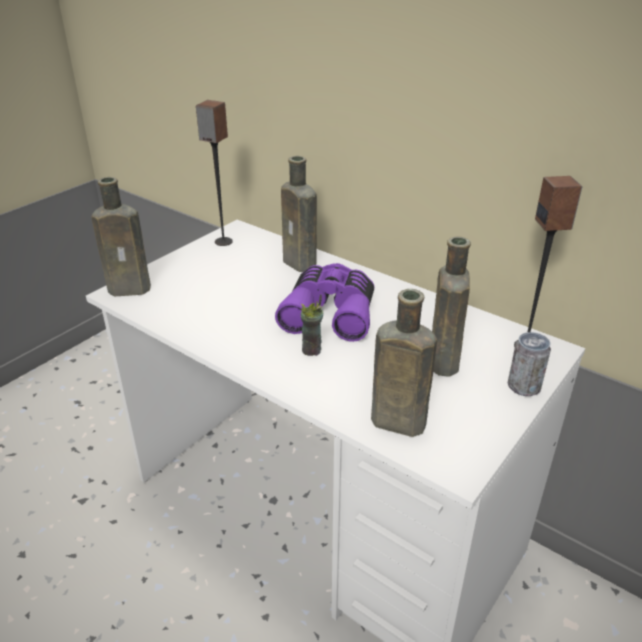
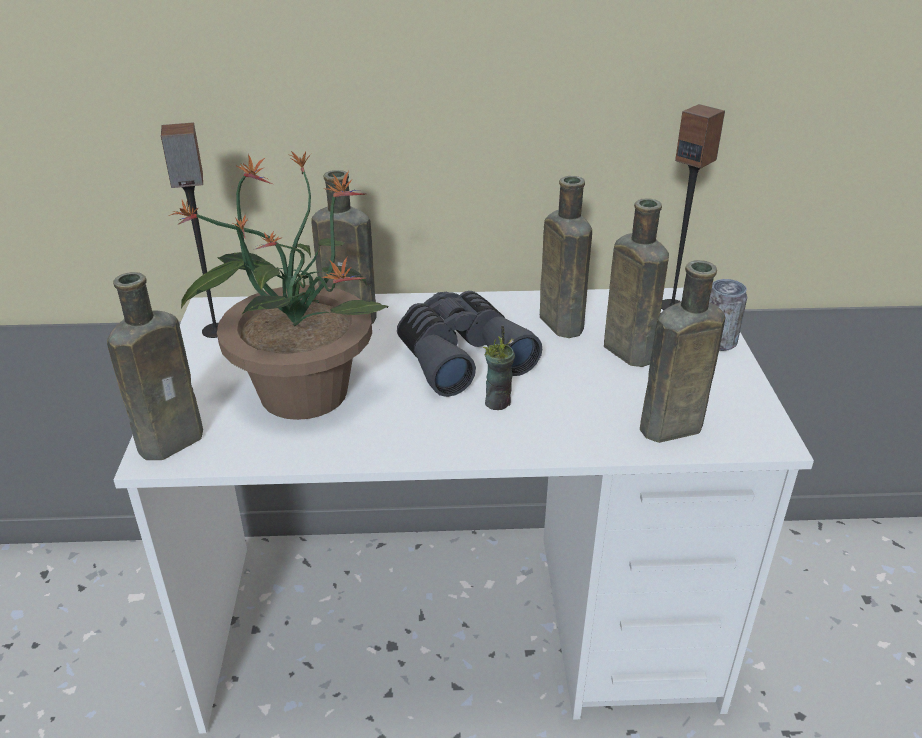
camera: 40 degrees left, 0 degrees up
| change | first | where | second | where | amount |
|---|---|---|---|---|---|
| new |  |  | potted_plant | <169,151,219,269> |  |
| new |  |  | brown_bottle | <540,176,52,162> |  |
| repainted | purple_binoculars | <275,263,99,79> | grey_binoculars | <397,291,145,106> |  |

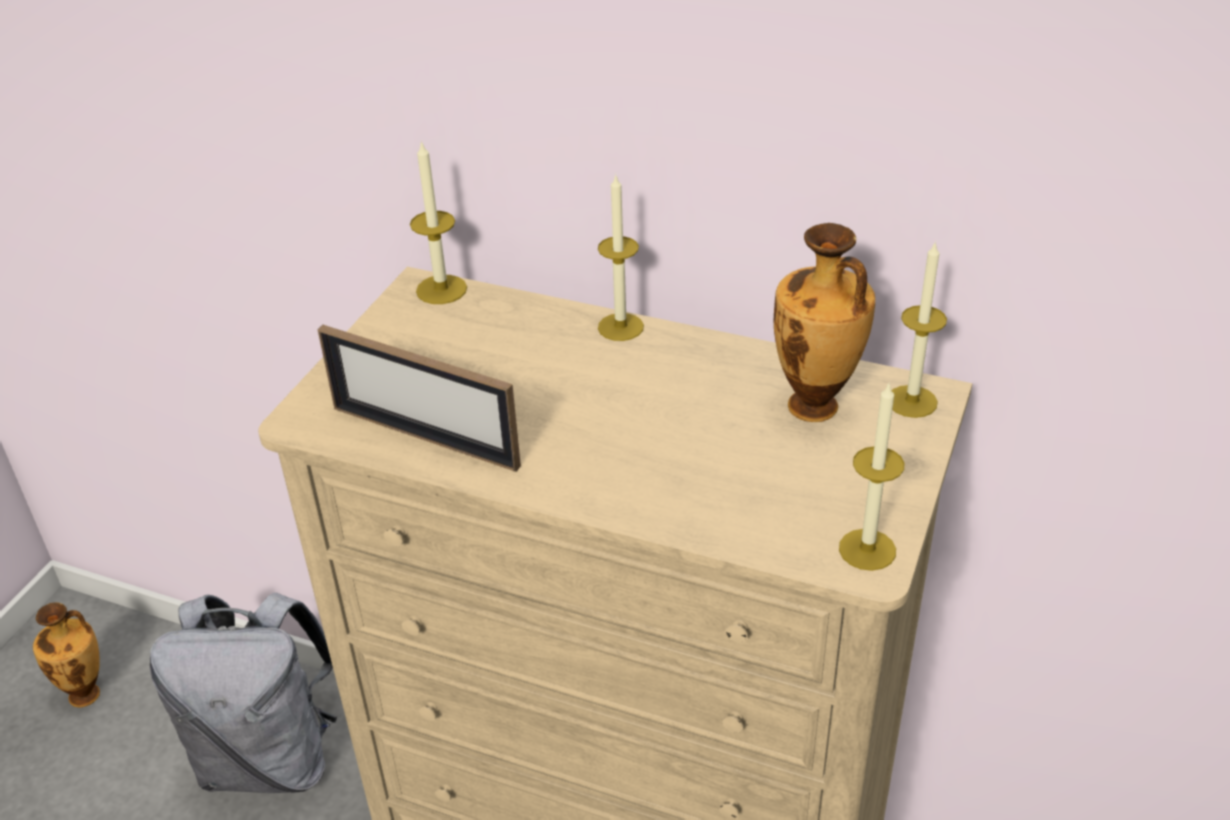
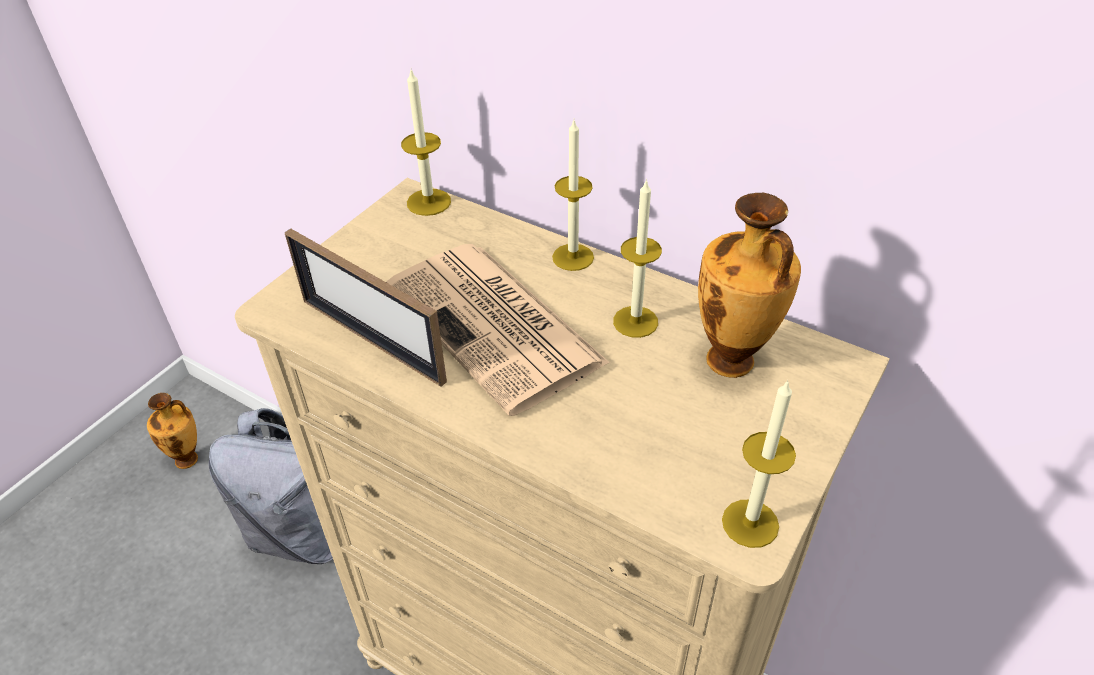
camera: 10 degrees right, 5 degrees up
| change | first | where | second | where | amount |
|---|---|---|---|---|---|
| new |  |  | newspaper | <386,244,224,172> |  |
| shifted | candle | <892,241,55,177> |  | <613,179,49,159> |  |

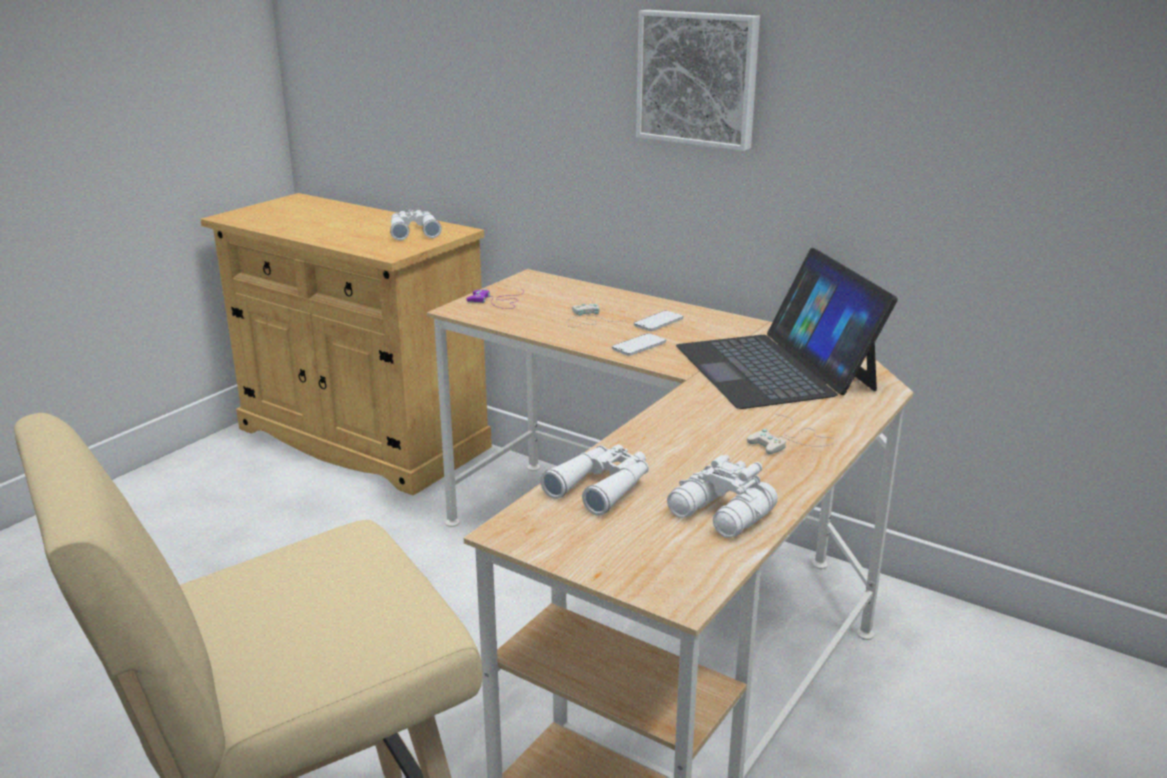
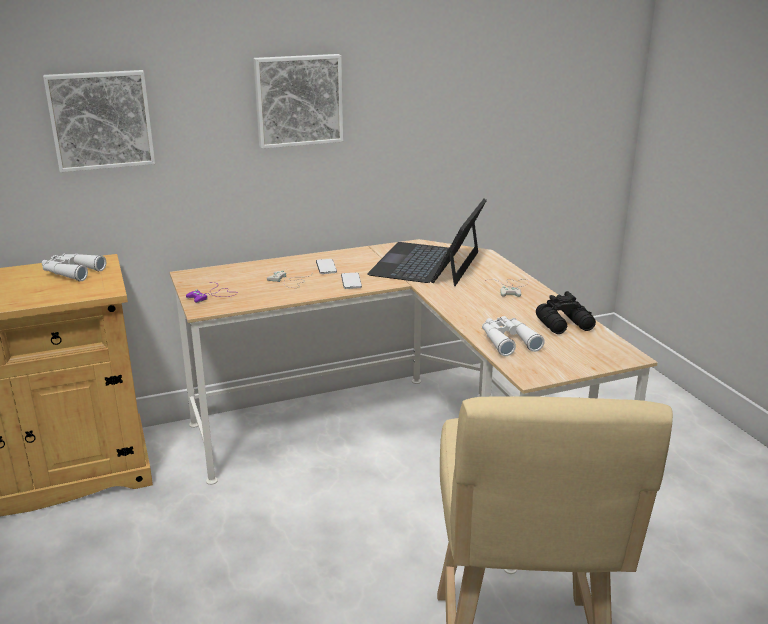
camera: 55 degrees left, 0 degrees up
| change | first | where | second | where | amount |
|---|---|---|---|---|---|
| new |  |  | wall_picture | <43,70,112,102> |  |
| repainted | whitish_binoculars | <667,455,111,83> | black_binoculars | <536,291,60,43> |  |
| rotated | notebook_computer | <676,248,222,161> |  | <367,199,120,87> | 90 degrees clockwise |

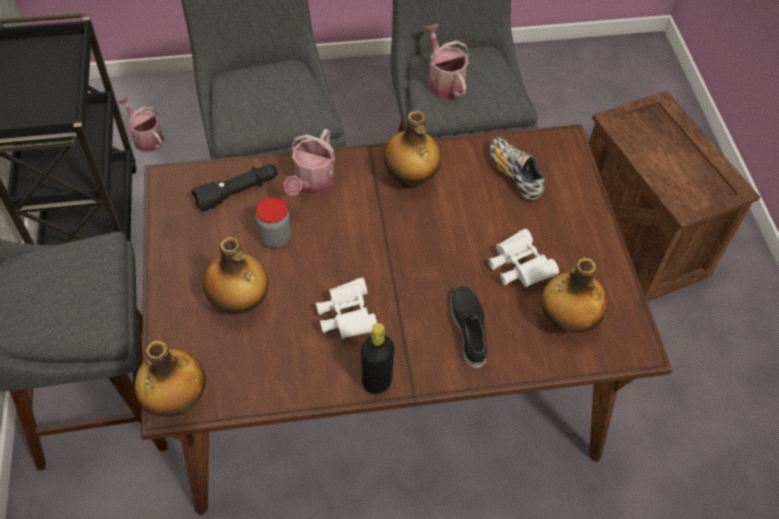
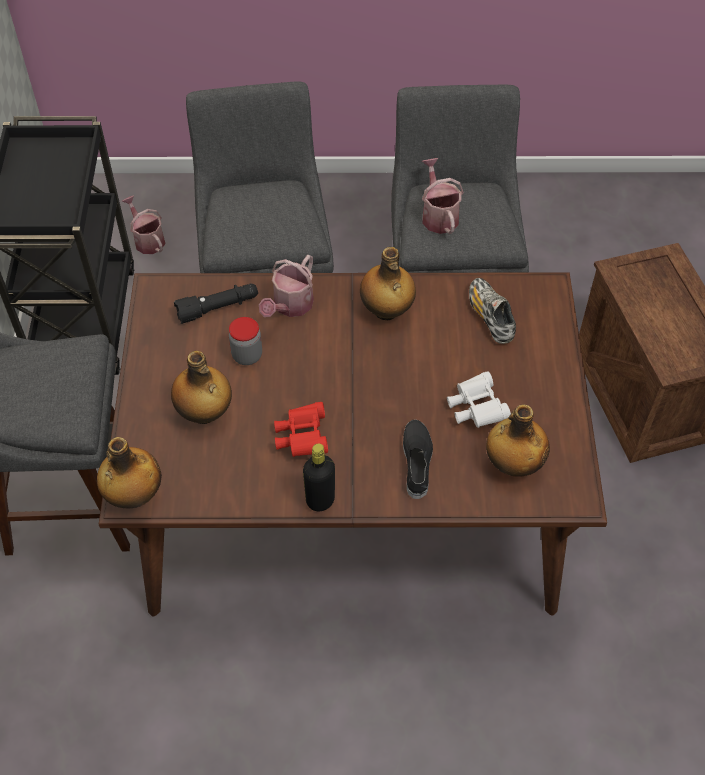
camera: 10 degrees right, 0 degrees up
| change | first | where | second | where | amount |
|---|---|---|---|---|---|
| repainted | whitish_binoculars | <316,278,61,61> | reddish_binoculars | <274,402,54,55> |  |

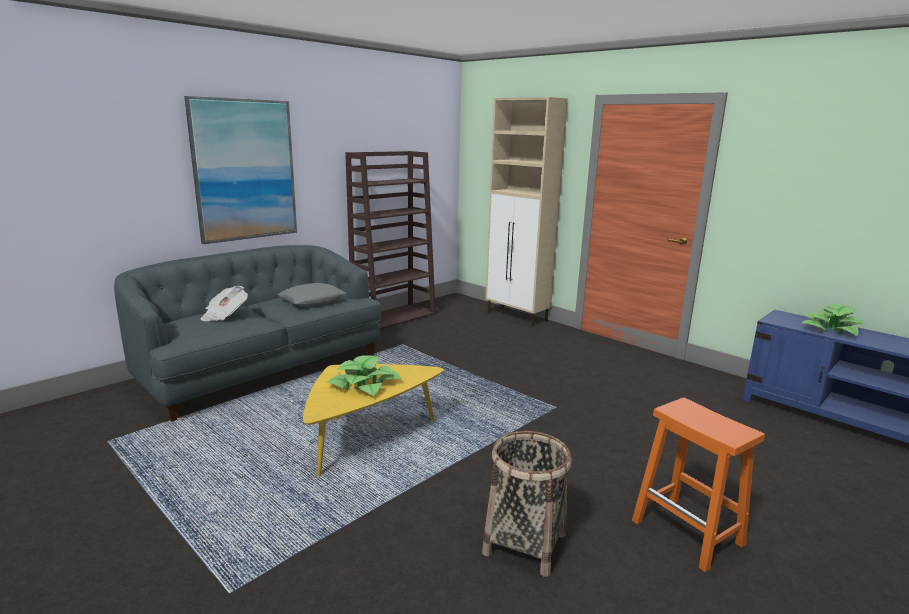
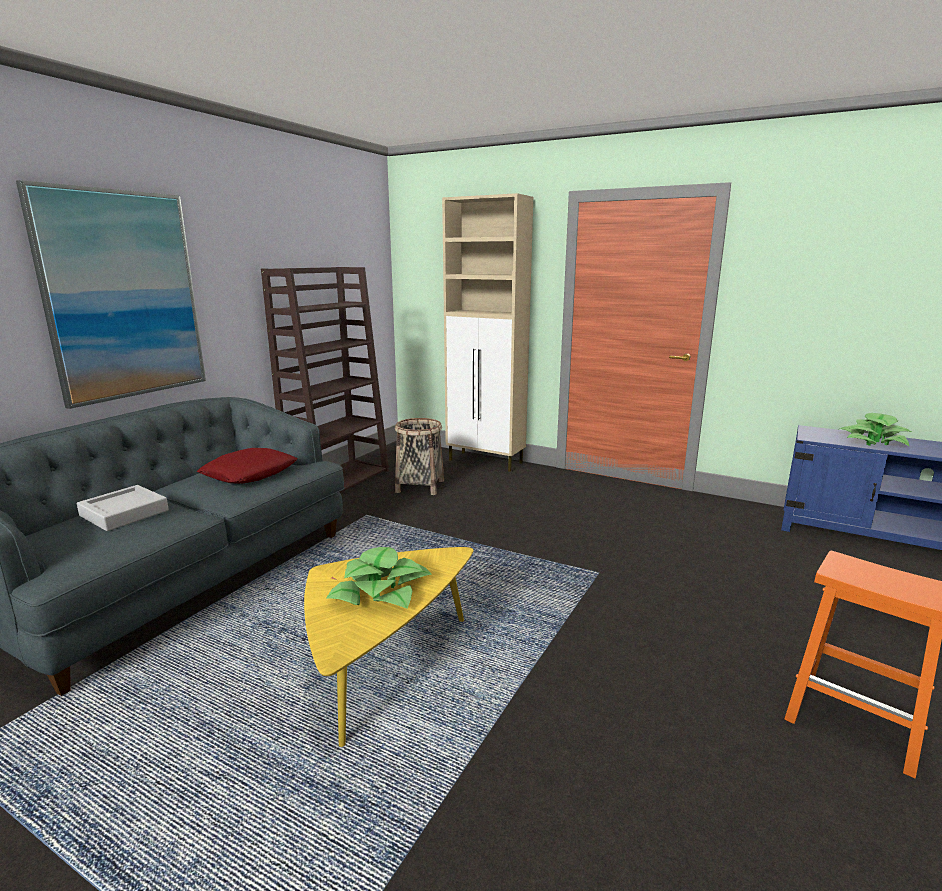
camera: 15 degrees left, 0 degrees up
| change | first | where | second | where | amount |
|---|---|---|---|---|---|
| shifted | basket | <482,431,90,145> |  | <395,418,49,77> |  |
| swapped | newspaper | <200,286,48,35> | grey_carrying_tray | <77,485,92,46> |  |
| repainted | grey_pillow | <277,283,70,23> | reddish_pillow | <197,448,101,36> |  |

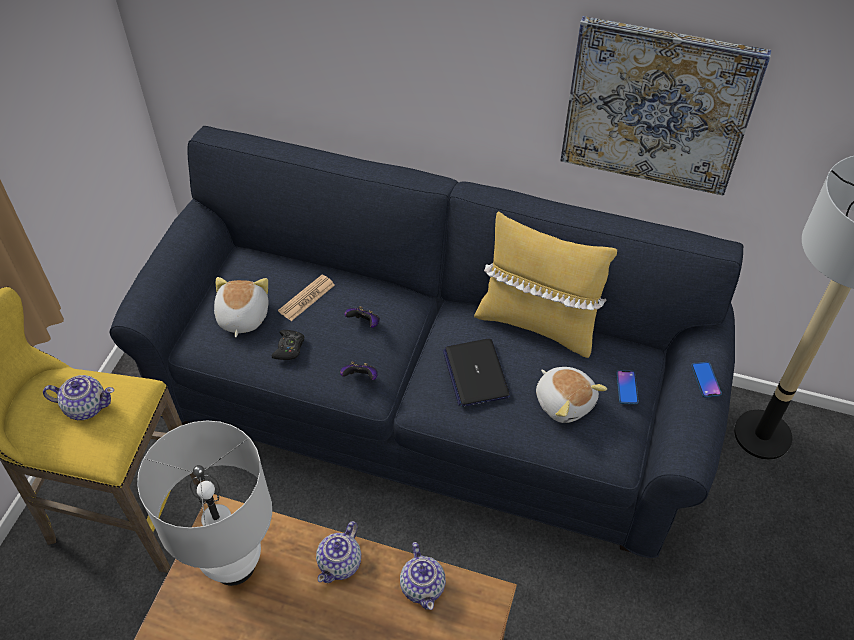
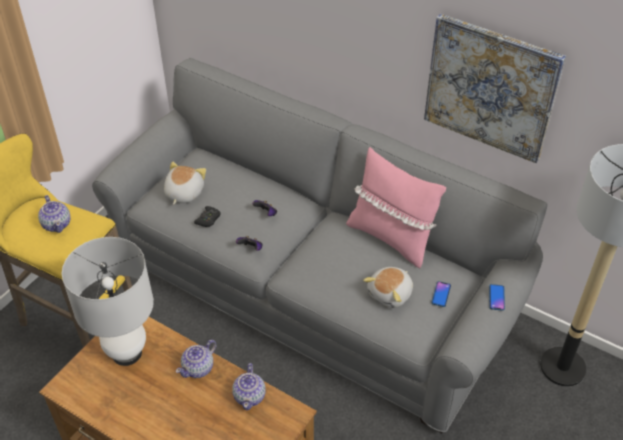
camera: 15 degrees right, 5 degrees down
| change | first | where | second | where | amount |
|---|---|---|---|---|---|
| gone | newspaper | <278,274,57,47> |  |  |  |
| gone | notebook_computer | <443,338,67,69> |  |  |  |
| repainted | bluish_sofa | <110,126,633,432> | grey_sofa | <92,58,455,375> |  |
| repainted | yellowish_pillow | <474,211,143,147> | pinkish_pillow | <346,147,100,121> |  |
| rotated | teapot | <43,375,71,45> |  | <38,195,33,38> | 45 degrees clockwise |
| rotated | cuddly_toy | <536,367,71,56> |  | <363,267,50,41> | 60 degrees clockwise |

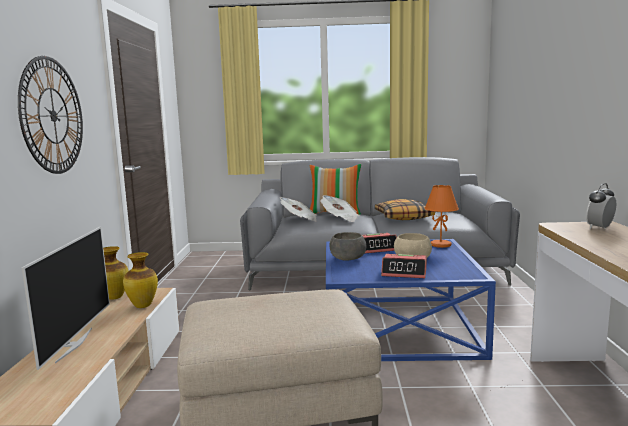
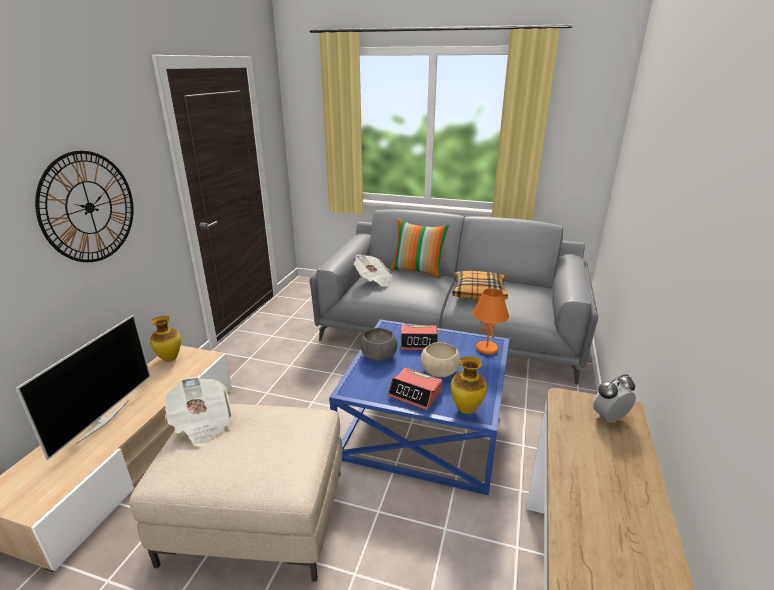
camera: 15 degrees right, 15 degrees up
| change | first | where | second | where | amount |
|---|---|---|---|---|---|
| shifted | vase | <123,252,35,56> |  | <451,356,36,58> |  |
| shifted | newspaper | <320,195,39,27> |  | <165,376,68,71> |  |

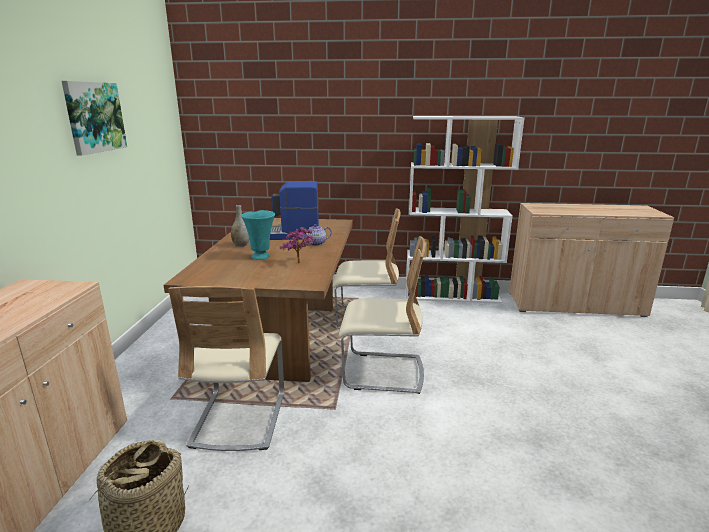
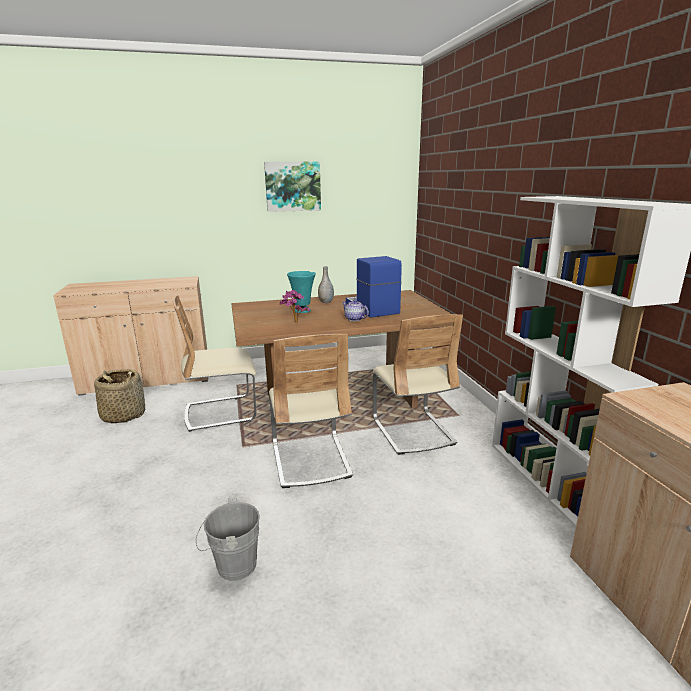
camera: 70 degrees right, 0 degrees up
| change | first | where | second | where | amount |
|---|---|---|---|---|---|
| new |  |  | grey_pail | <196,497,64,84> |  |

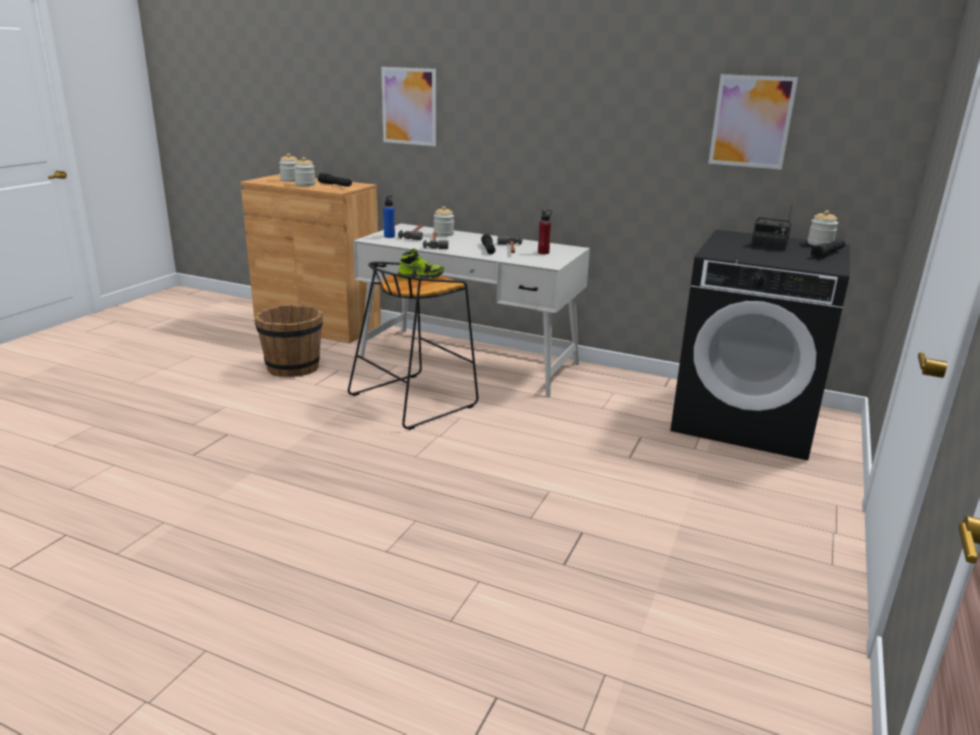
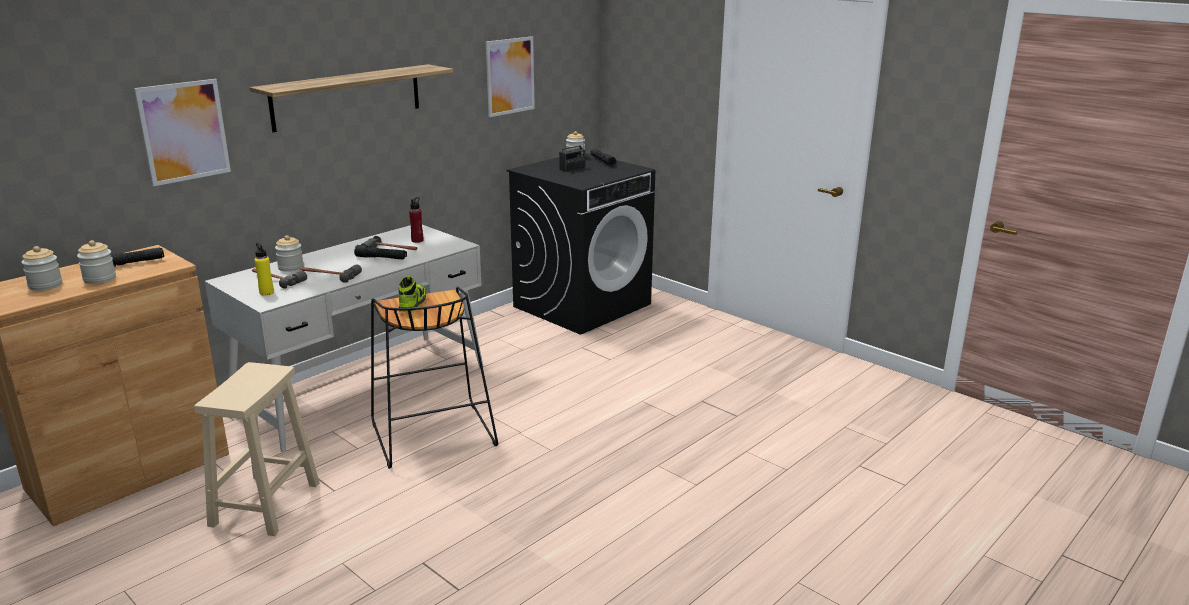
camera: 70 degrees left, 0 degrees up
| change | first | where | second | where | amount |
|---|---|---|---|---|---|
| new |  |  | bracket_shelf | <249,64,204,68> |  |
| swapped | brown_pail | <254,305,69,72> | beige-coloured_stool | <194,362,126,174> |  |
| repainted | bluish_bottle | <383,195,12,43> | yellowish_bottle | <255,243,19,52> |  |

